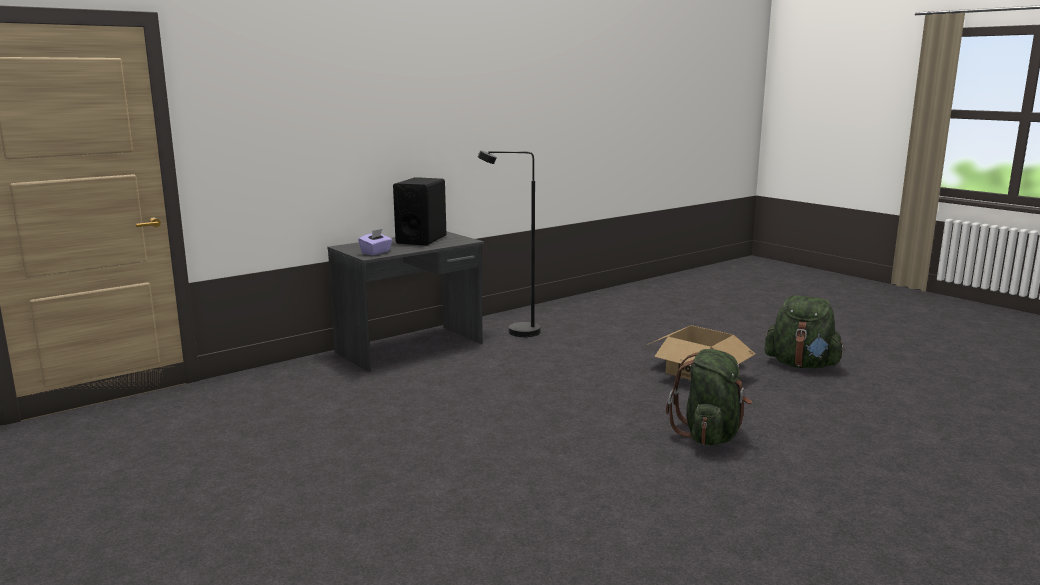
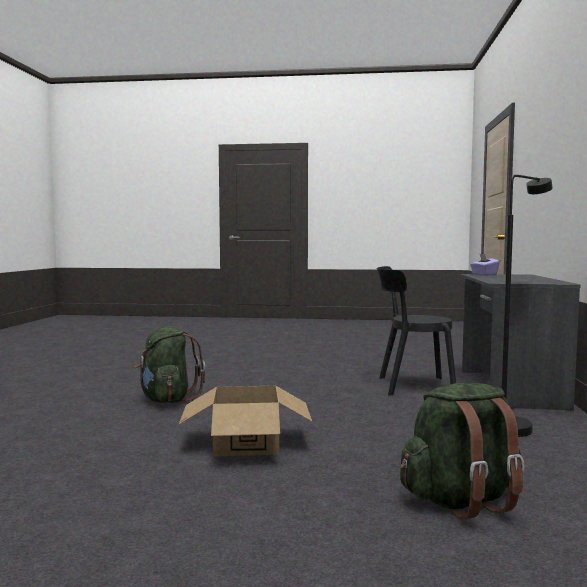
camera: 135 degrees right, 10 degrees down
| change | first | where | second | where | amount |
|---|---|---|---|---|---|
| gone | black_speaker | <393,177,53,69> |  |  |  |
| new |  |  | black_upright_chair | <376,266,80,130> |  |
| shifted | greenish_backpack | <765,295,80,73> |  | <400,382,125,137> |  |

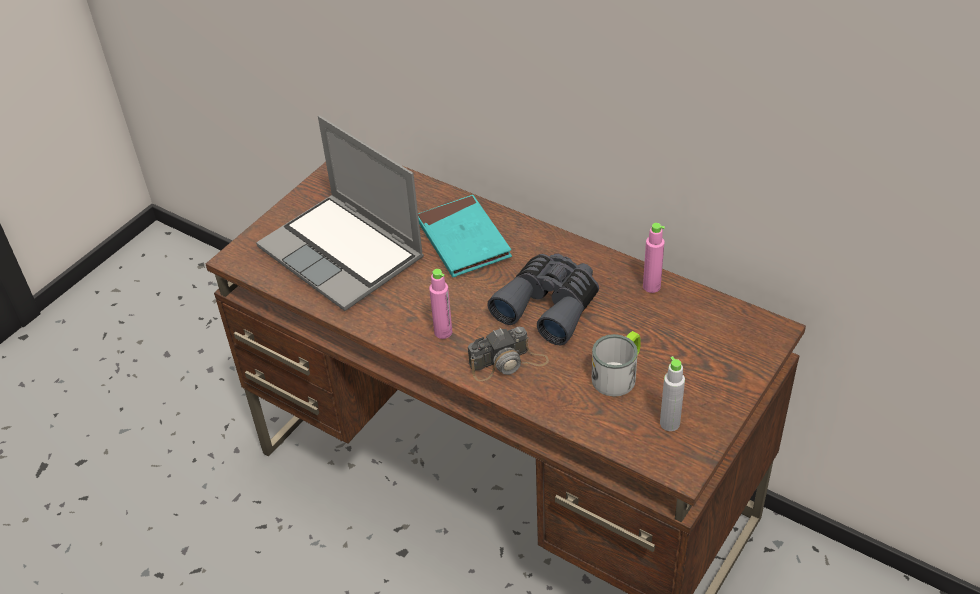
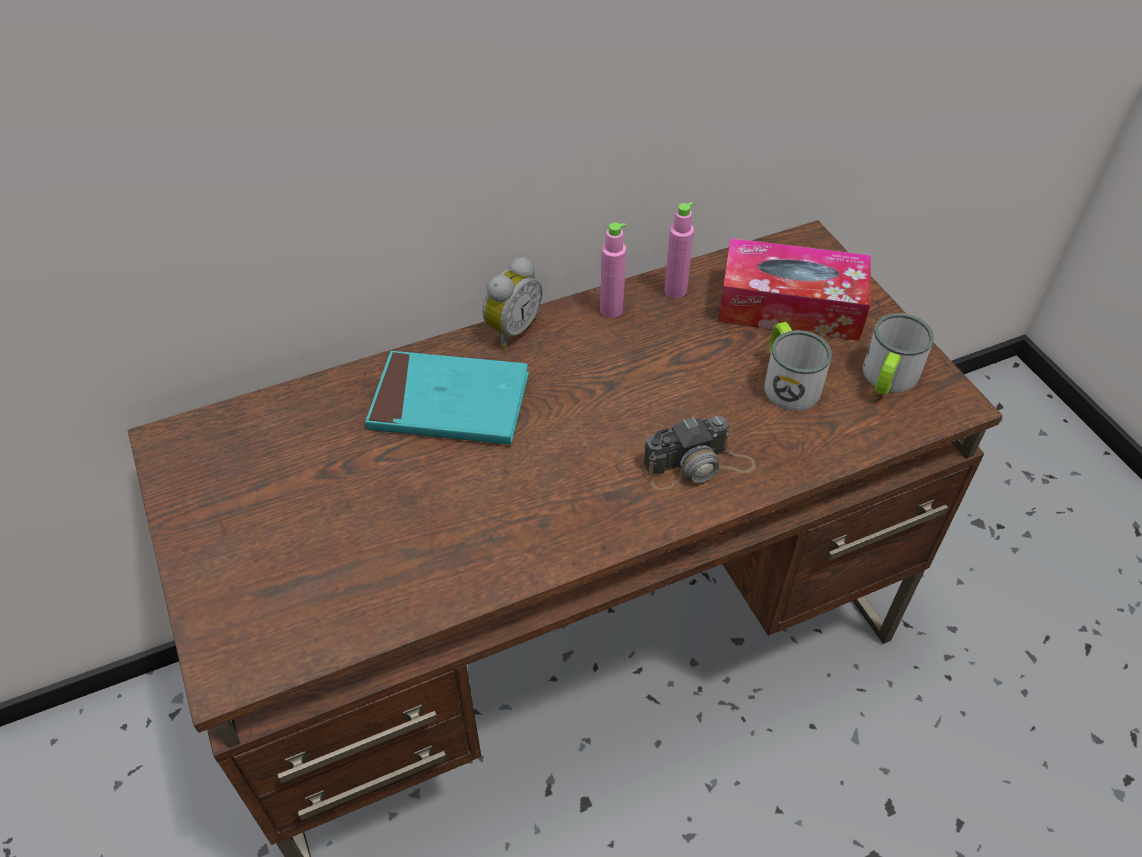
camera: 60 degrees left, 5 degrees up
| change | first | where | second | where | amount |
|---|---|---|---|---|---|
| gone | notebook_computer | <256,116,168,195> |  |  |  |
| gone | grey_binoculars | <487,253,112,93> |  |  |  |
| new |  |  | alarm_clock | <483,257,60,92> |  |
| new |  |  | tissue_holder | <718,238,153,103> |  |
| shifted | pinkish_bottle | <429,269,23,70> |  | <600,223,26,95> |  |
| swapped | grey_bottle | <660,356,25,75> | mug | <862,313,72,83> |  |
| rotated | still_camera | <468,327,81,54> |  | <643,416,113,74> | 60 degrees clockwise |

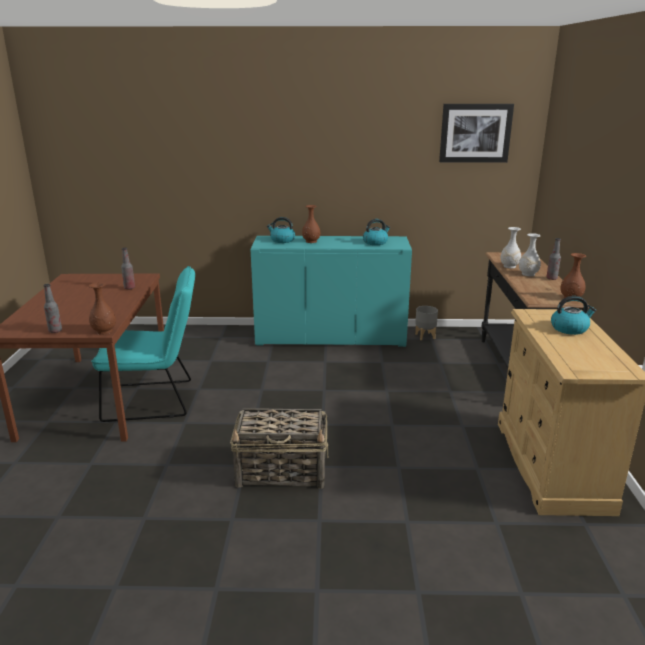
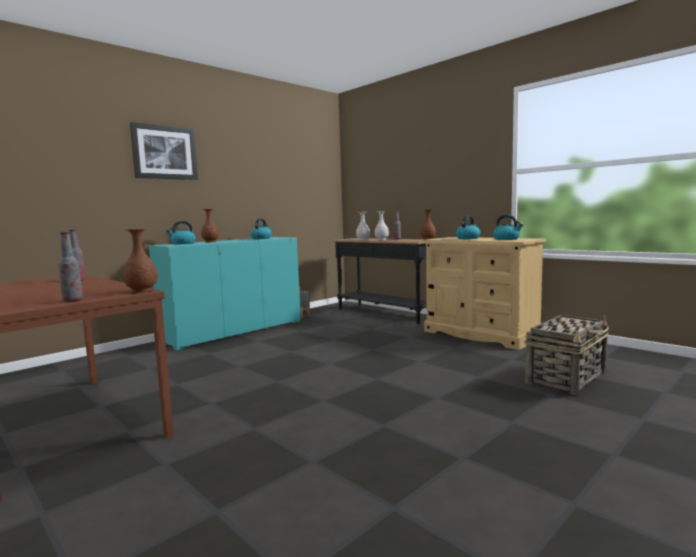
camera: 45 degrees left, 15 degrees down
| change | first | where | second | where | amount |
|---|---|---|---|---|---|
| gone | turquoise_upright_chair | <91,266,104,156> |  |  |  |
| new |  |  | kettle | <493,215,30,25> |  |
| shifted | basket | <230,408,98,81> |  | <524,315,85,80> |  |
| shifted | wall_picture | <439,104,75,59> |  | <130,122,68,58> |  |

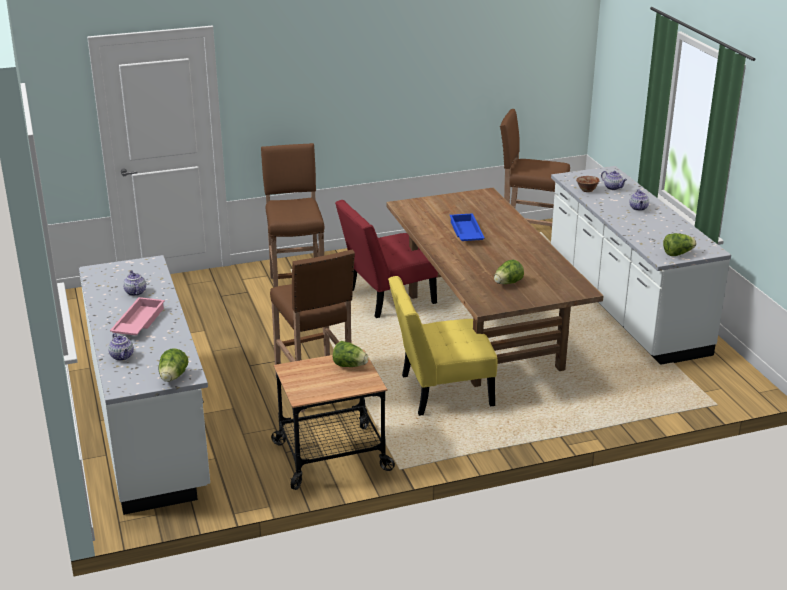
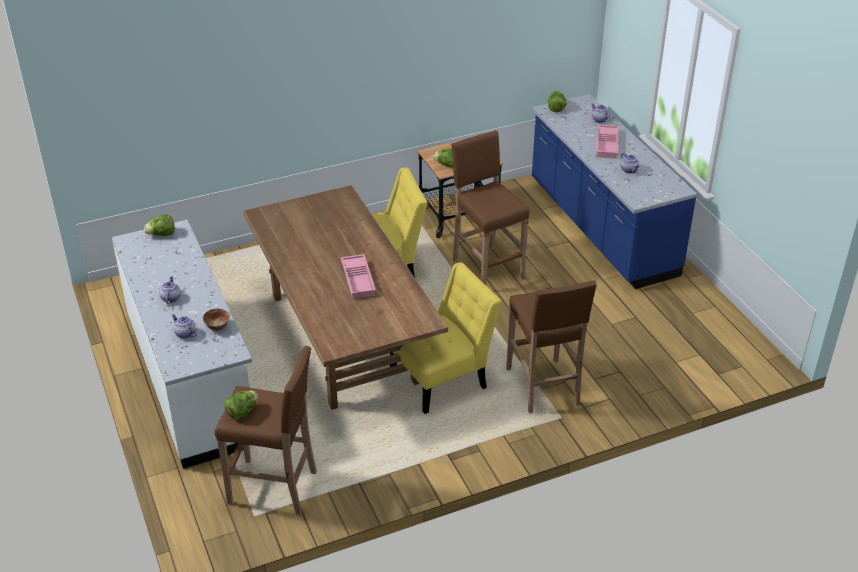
camera: 175 degrees right, 10 degrees up
| change | first | where | second | where | amount |
|---|---|---|---|---|---|
| shifted | lettuce_head | <494,260,30,24> |  | <224,390,34,30> |  |
| repainted | whitish_kitchen_counter | <79,255,131,260> | bluish_kitchen_counter | <532,94,165,195> |  |
| repainted | reddish_upright_chair | <335,200,103,118> | yellowish_upright_chair | <390,262,112,152> |  |
| repainted | bluish_carrying_tray | <450,213,35,28> | pinkish_carrying_tray | <341,254,35,45> |  |

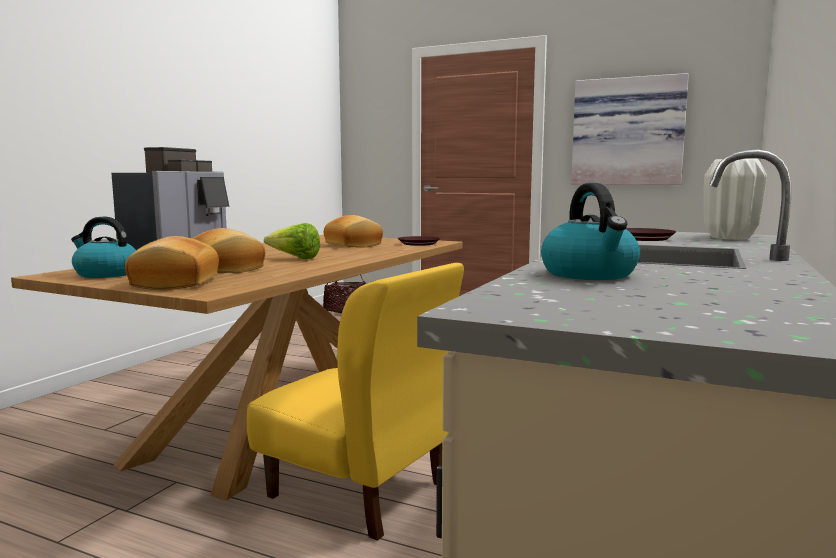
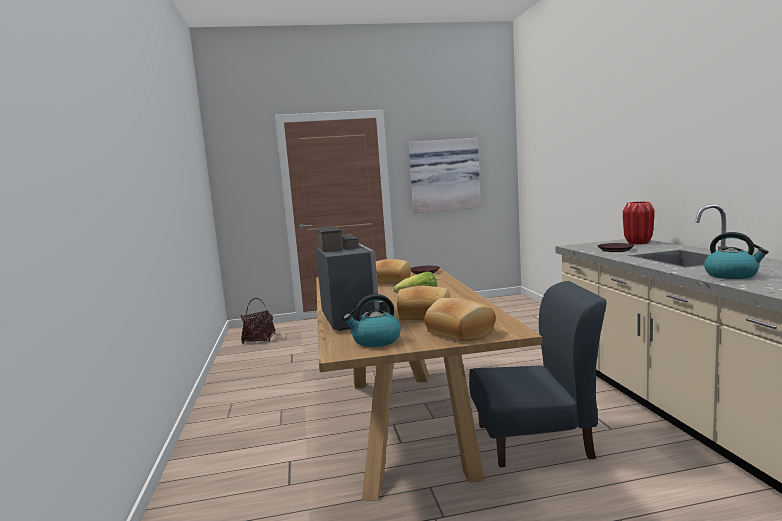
camera: 35 degrees left, 0 degrees up
| change | first | where | second | where | amount |
|---|---|---|---|---|---|
| repainted | yellowish_upright_chair | <247,263,217,278> | bluish_upright_chair | <469,281,138,186> |  |
| repainted | whitish_vase | <704,159,63,81> | reddish_vase | <623,202,32,42> |  |

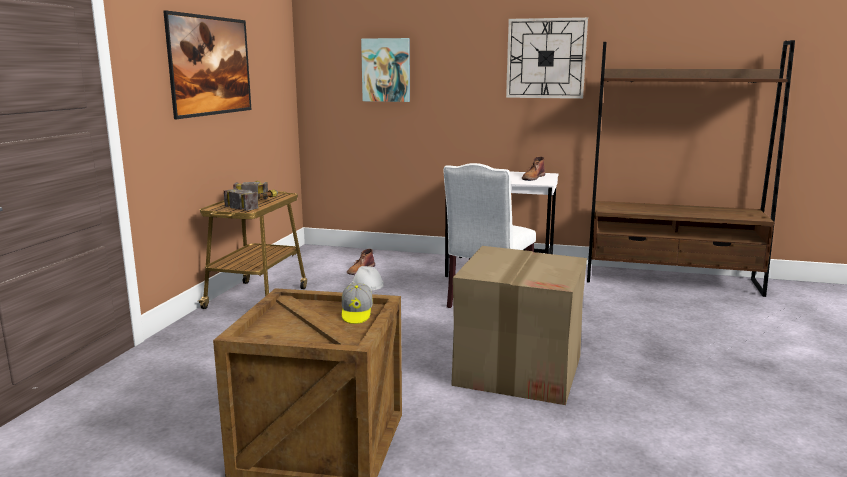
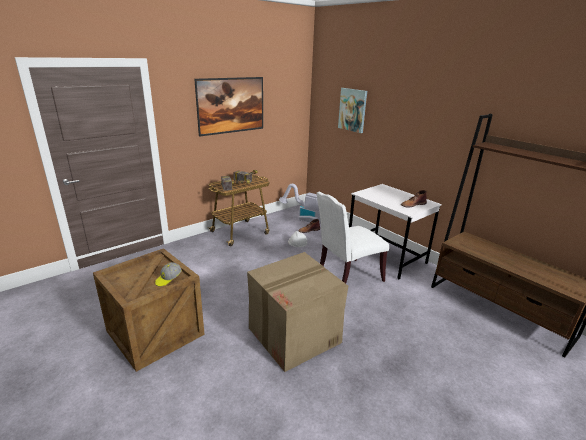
camera: 35 degrees right, 10 degrees up
| change | first | where | second | where | amount |
|---|---|---|---|---|---|
| gone | wall_clock | <506,17,82,82> |  |  |  |
| new |  |  | vacuum | <279,184,41,38> |  |

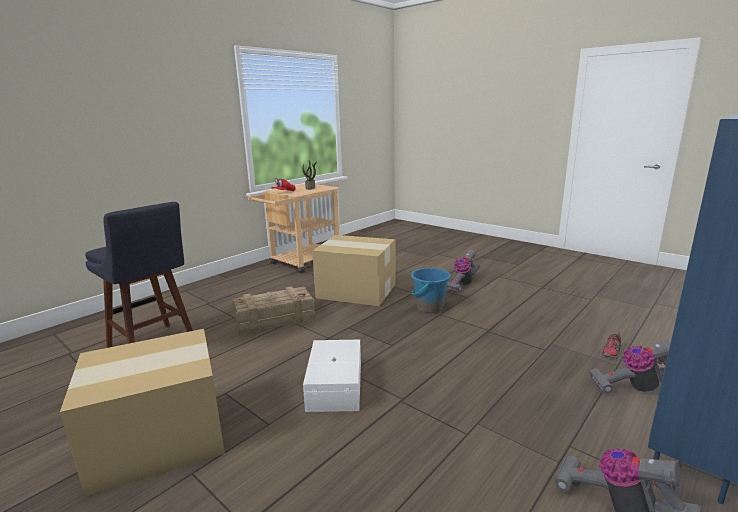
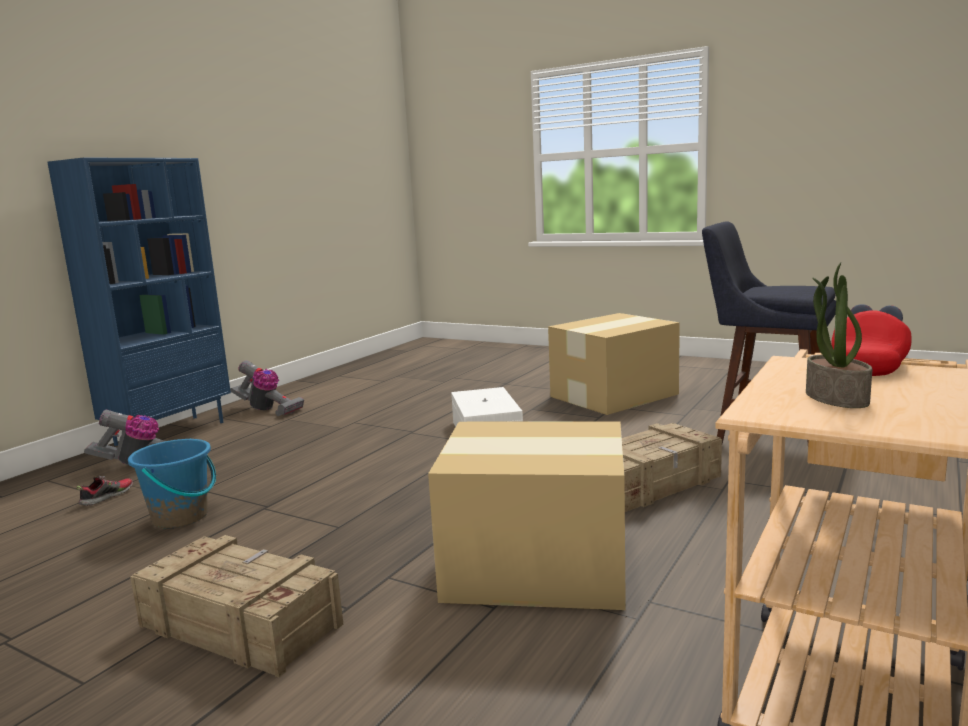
camera: 170 degrees right, 5 degrees down
| change | first | where | second | where | amount |
|---|---|---|---|---|---|
| shifted | bluish_pail | <411,268,40,45> |  | <128,439,88,89> |  |
| swapped | vacuum | <446,249,34,44> | packing_crate | <130,535,213,142> |  |

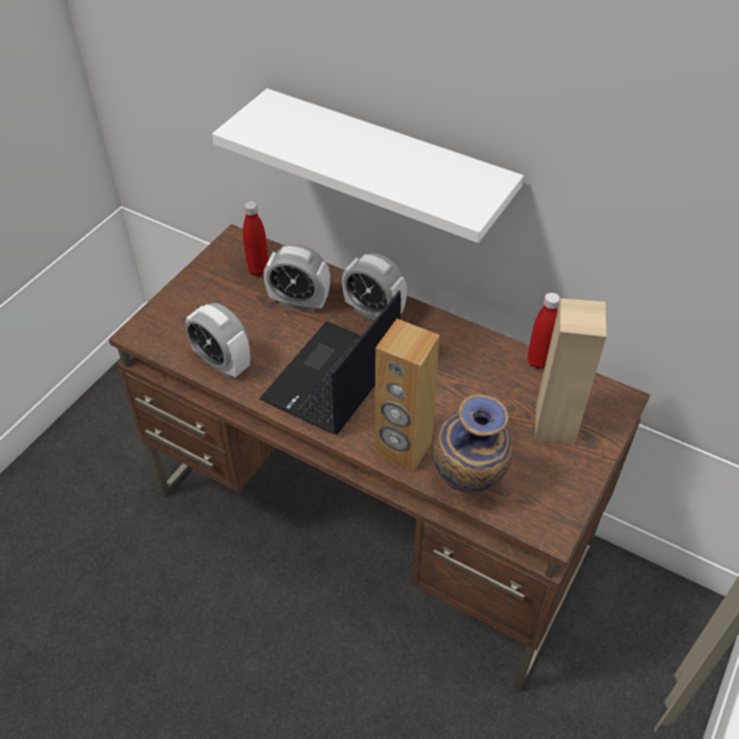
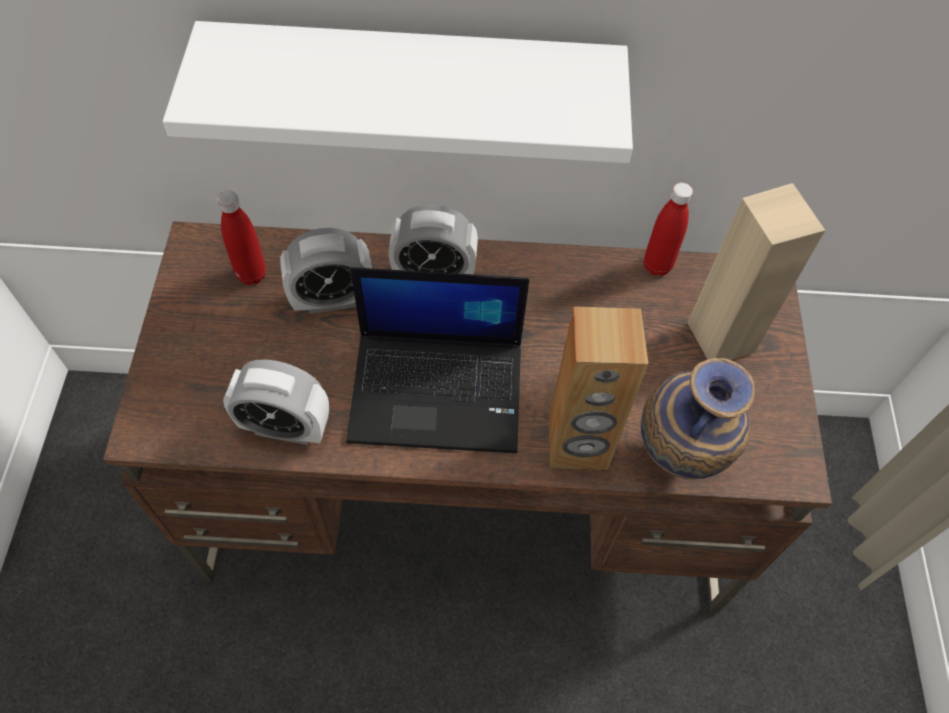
camera: 30 degrees left, 10 degrees up
| change | first | where | second | where | amount |
|---|---|---|---|---|---|
| rotated | notebook_computer | <259,290,142,145> |  | <346,267,183,186> | 90 degrees counterclockwise |

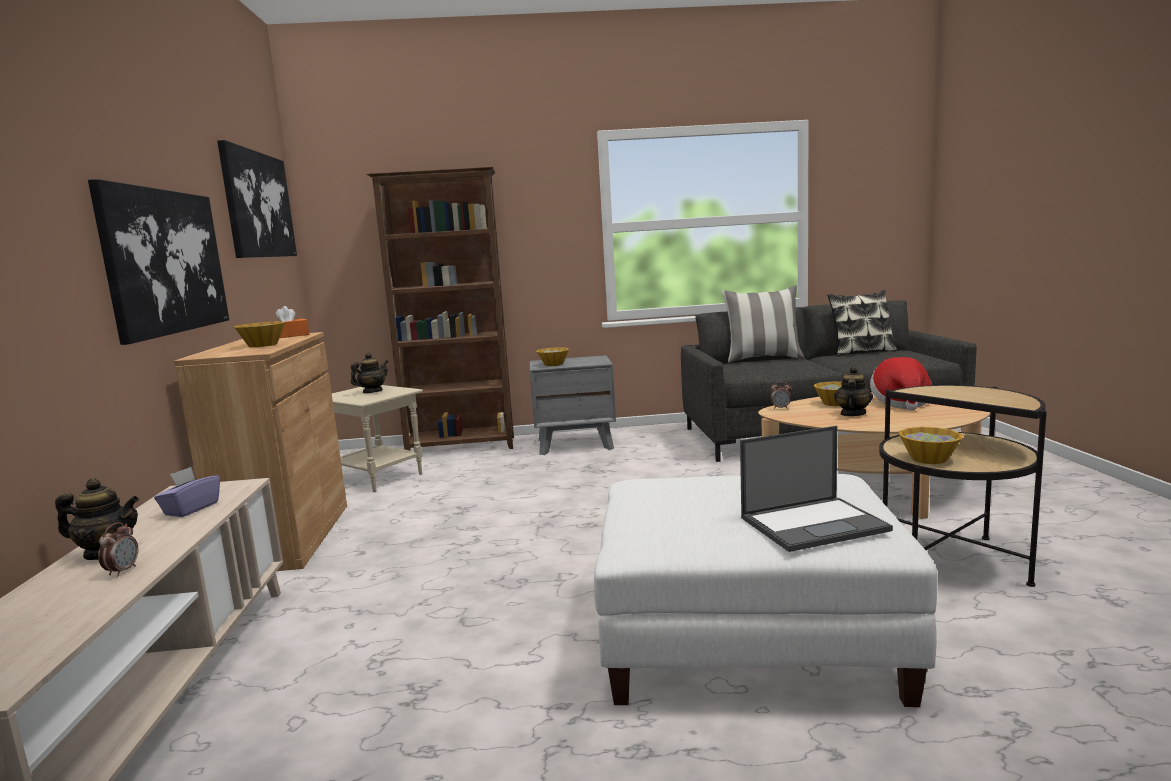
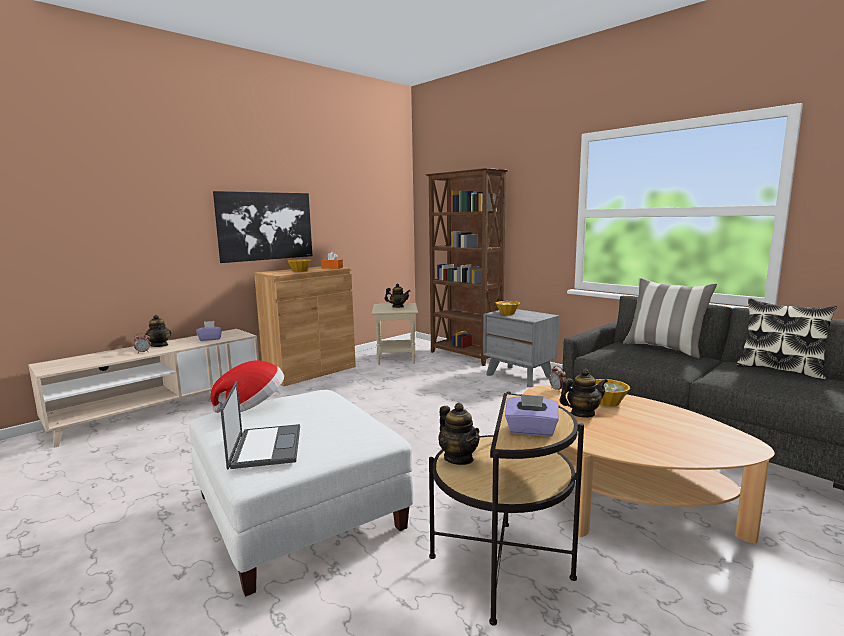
camera: 50 degrees right, 0 degrees up
| change | first | where | second | where | amount |
|---|---|---|---|---|---|
| gone | wall_picture | <217,140,80,118> |  |  |  |
| new |  |  | purple_tissue_holder | <505,394,54,42> |  |
| shifted | clothing_hat | <870,357,62,53> |  | <211,360,73,53> |  |
| swapped | serving_bowl | <899,427,64,37> | teapot | <438,403,41,62> |  |
| rotated | notebook_computer | <740,426,153,126> |  | <220,381,80,88> | 135 degrees counterclockwise |

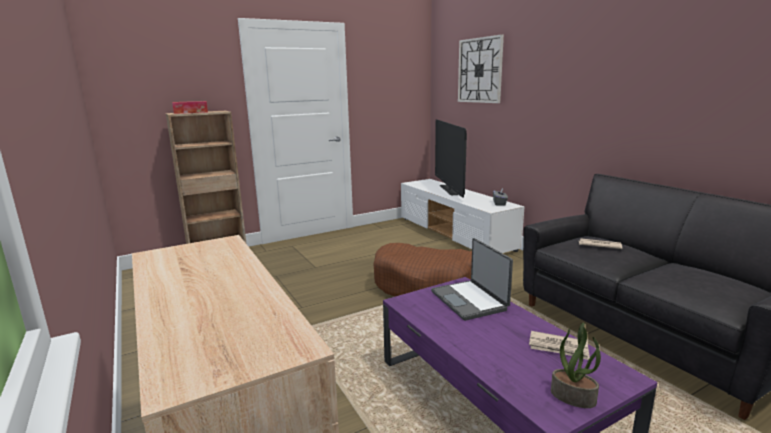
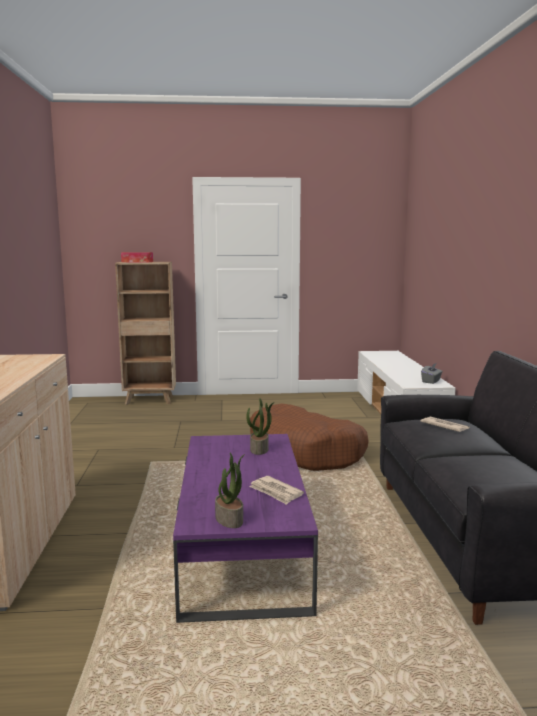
camera: 25 degrees right, 5 degrees down
| change | first | where | second | where | amount |
|---|---|---|---|---|---|
| gone | TV | <435,119,32,79> |  |  |  |
| gone | wall_clock | <458,34,46,69> |  |  |  |
| swapped | notebook_computer | <431,238,82,83> | potted_plant | <246,398,29,57> |  |

